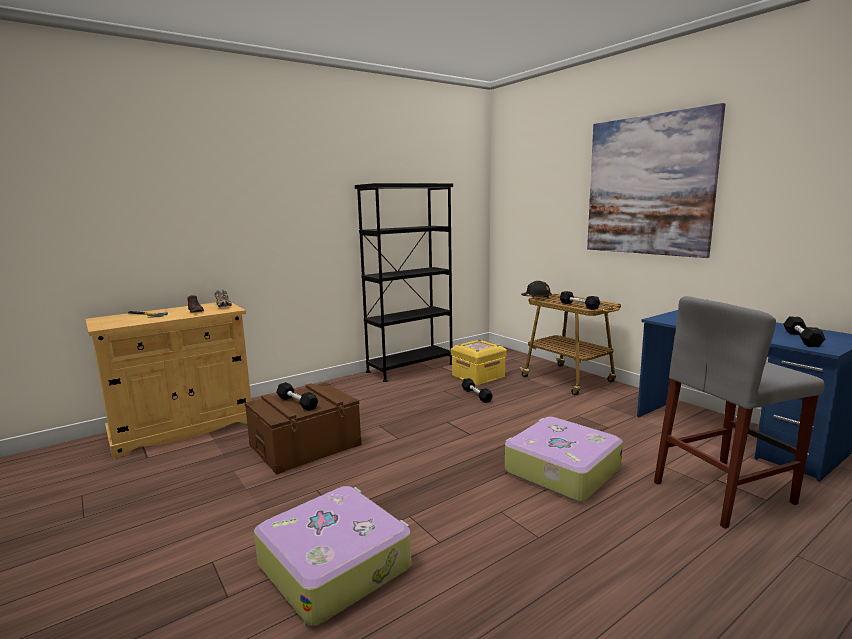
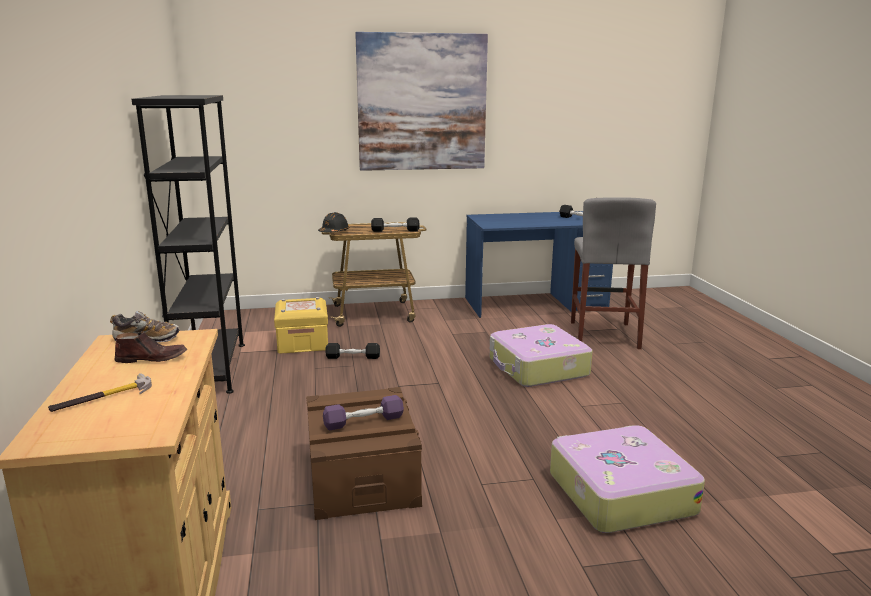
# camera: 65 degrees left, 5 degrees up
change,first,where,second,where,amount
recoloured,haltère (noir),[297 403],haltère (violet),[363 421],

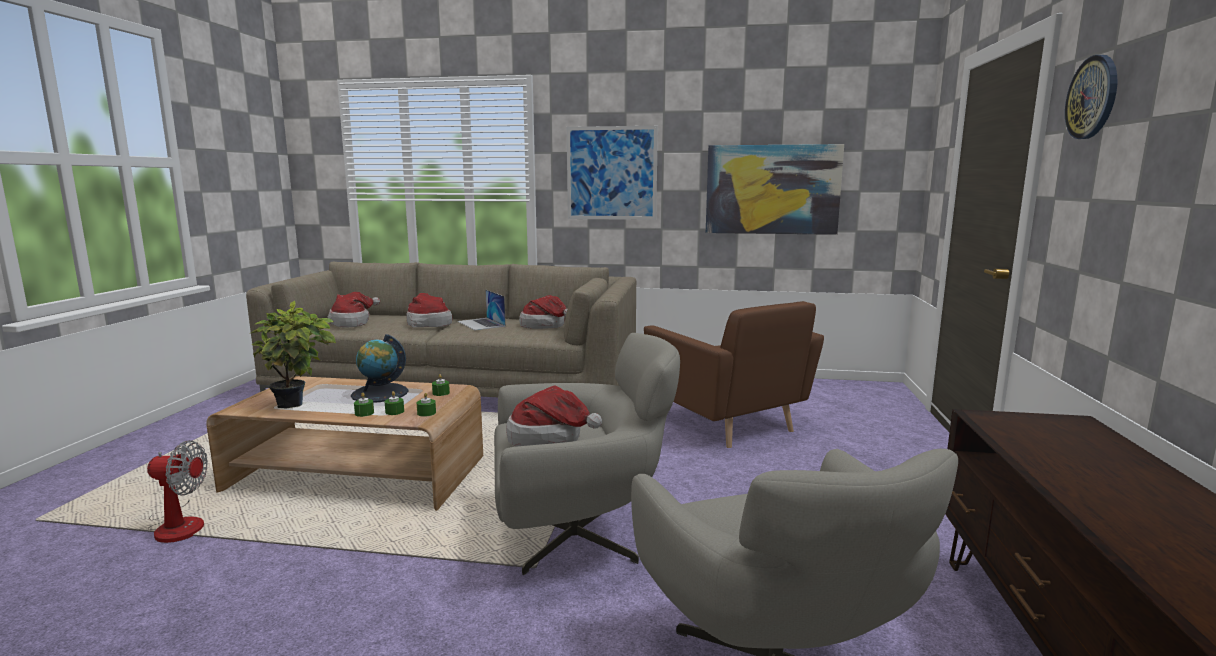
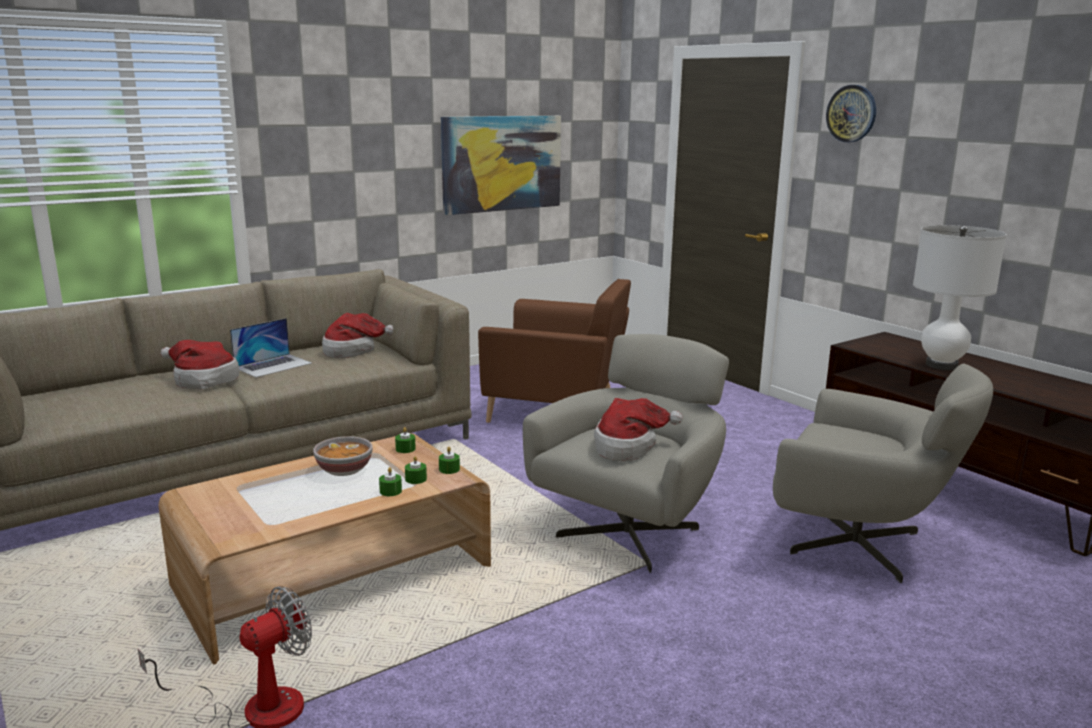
# camera: 45 degrees left, 5 degrees up
change,first,where,second,where,amount
turned,ordinateur portable,[481 324],,[273 365],60 degrees counterclockwise
replaced,globe,[380 393],bol,[344 470],
added,,,lampe de table (blanc),[941 365],
removed,plante en pot,[297 405],,,
removed,chapeau,[353 322],,,
removed,tableau,[611 173],,,

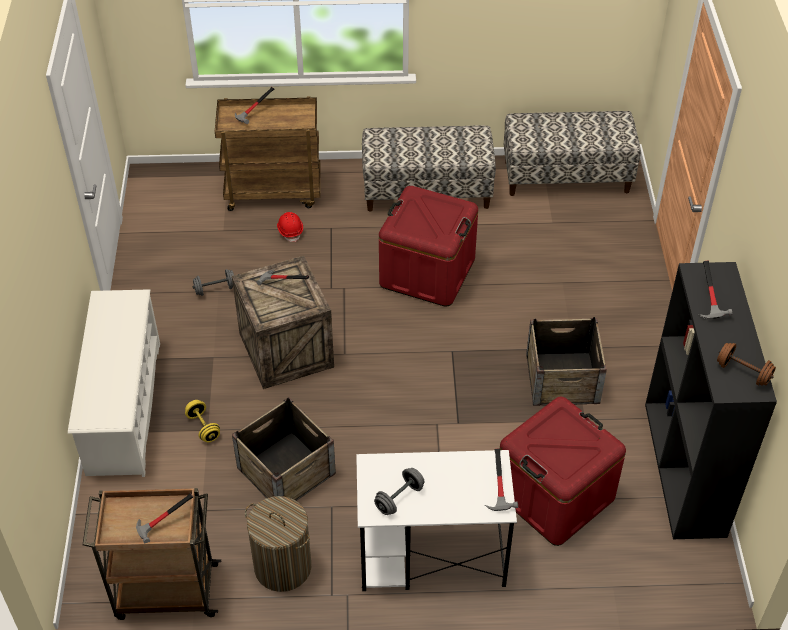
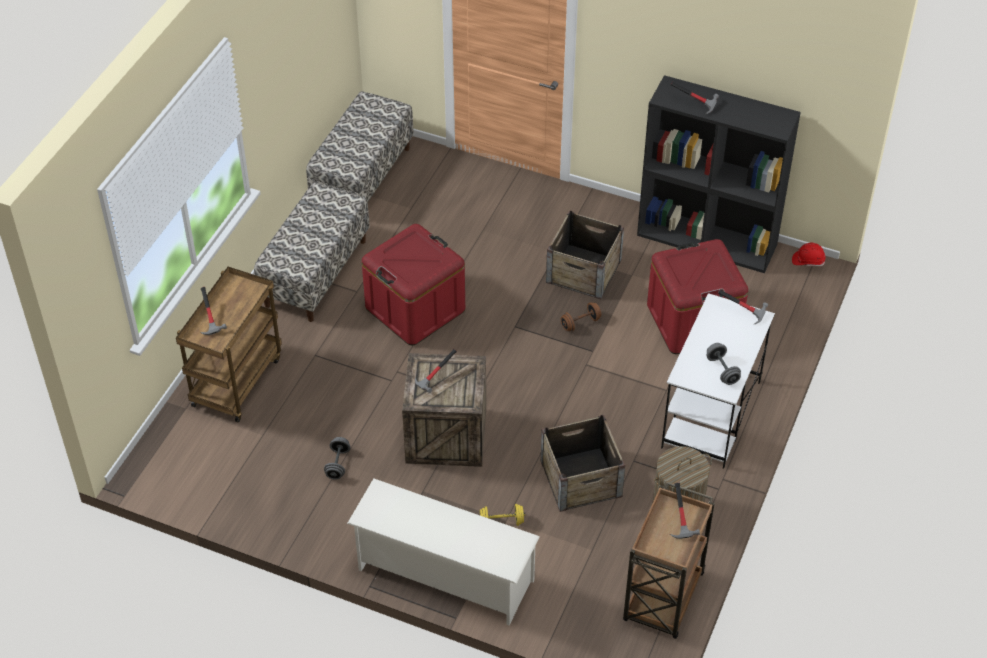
# camera: 65 degrees left, 0 degrees up
change,first,where,second,where,amount
moved,haltère (marron),[743 372],,[580 323],
moved,casque de chantier (rouge),[290 230],,[808 261],

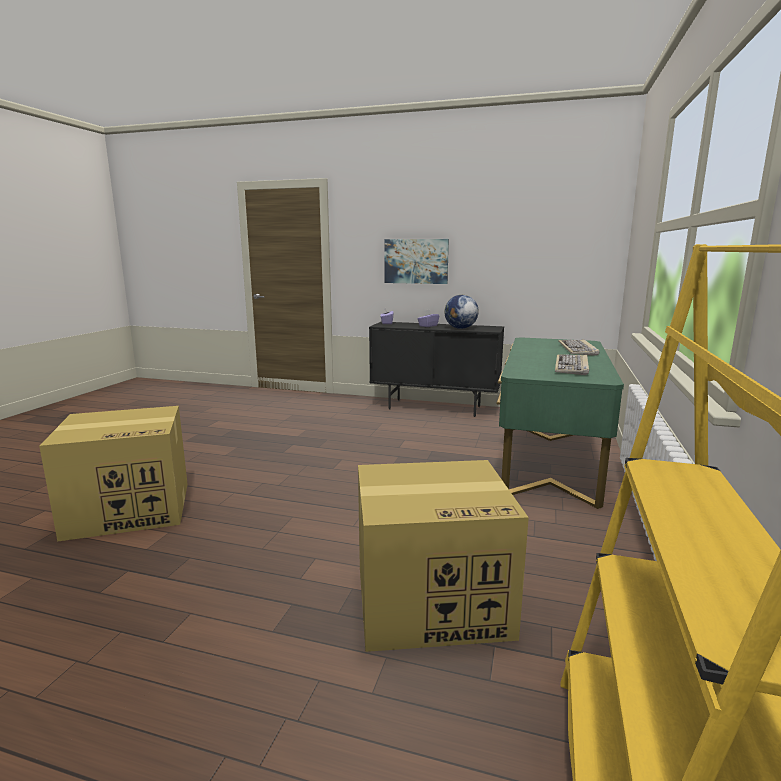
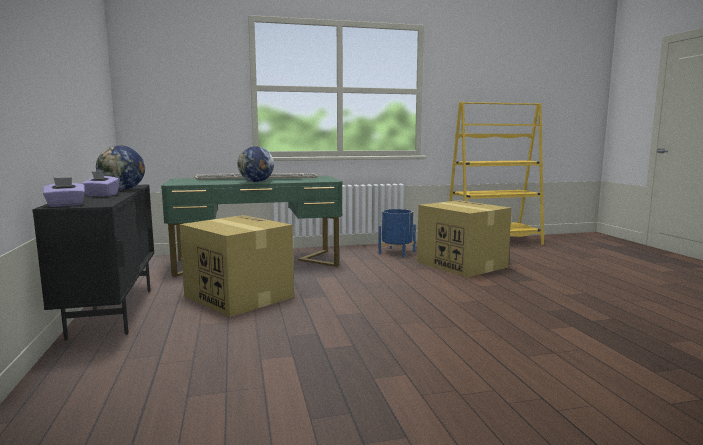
# camera: 120 degrees left, 5 degrees down
change,first,where,second,where,amount
moved,carton,[131 509],,[237 296],
added,,,globe,[256 182],
added,,,cache-pot (bleu),[396 252],
removed,tableau,[416 261],,,

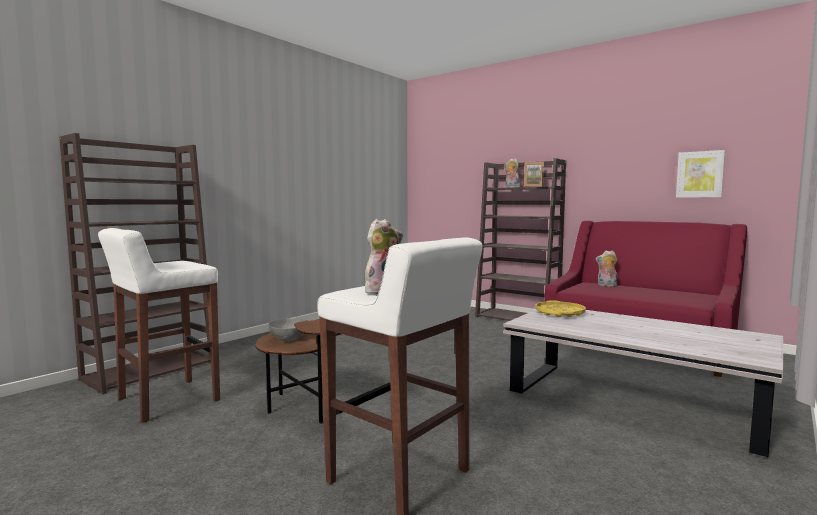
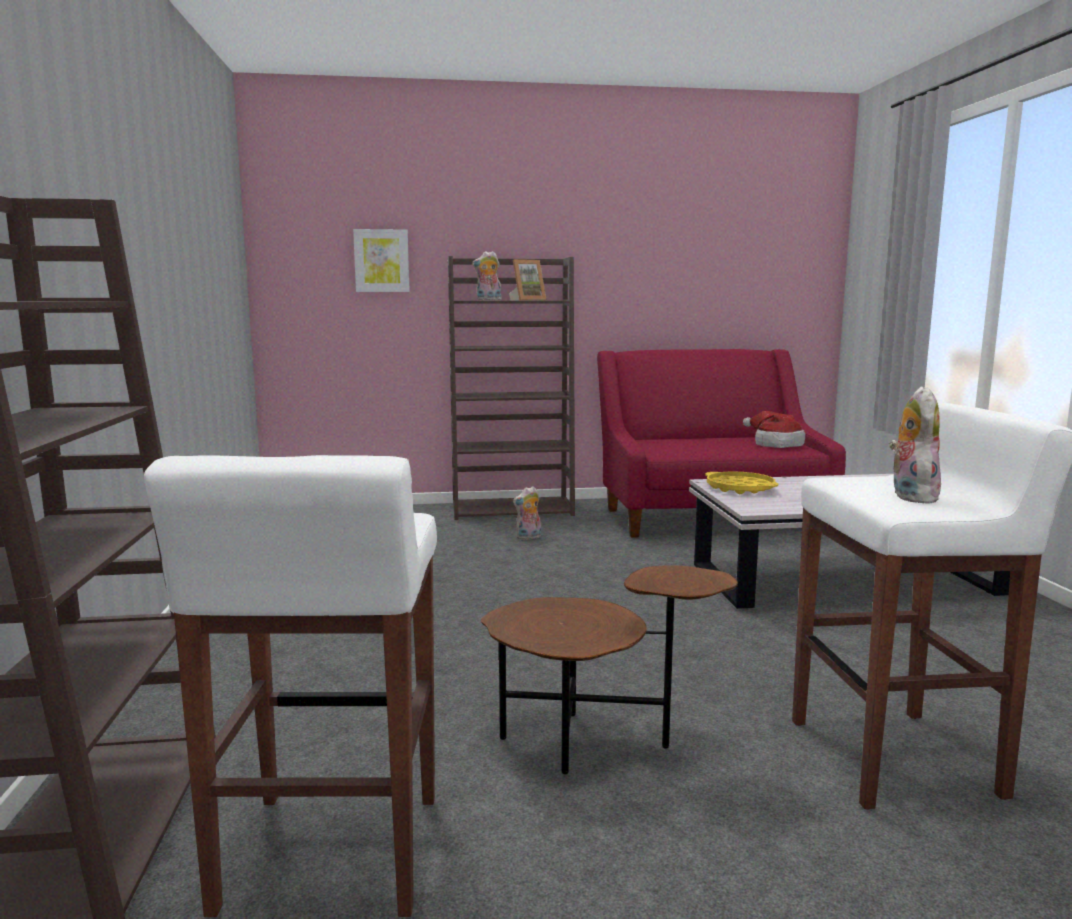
# camera: 45 degrees left, 5 degrees up
change,first,where,second,where,amount
moved,tableau,[700 174],,[381 261],
moved,peluche,[606 285],,[528 537],
added,,,chapeau,[775 444],
removed,bol (gris),[289 339],,,

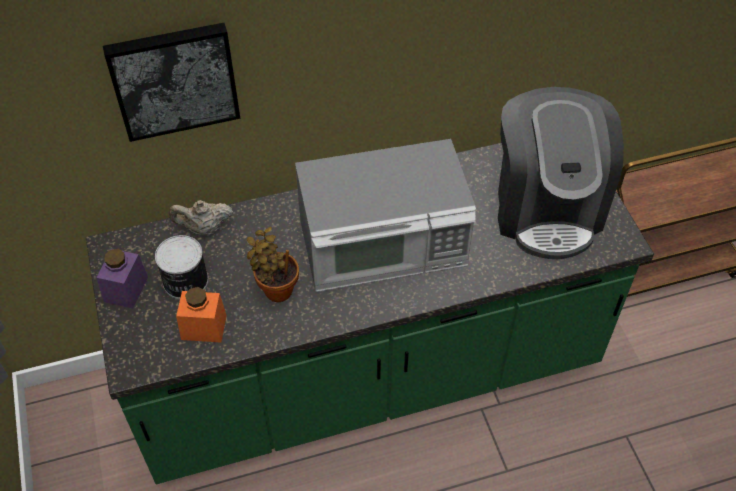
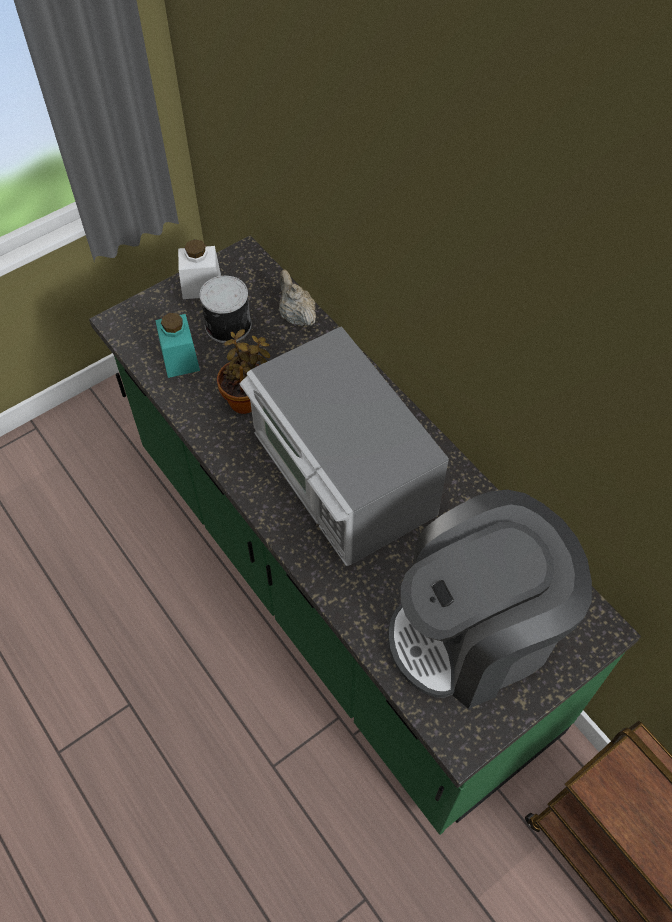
# camera: 70 degrees right, 5 degrees up
change,first,where,second,where,amount
recoloured,bocal (orange),[204 327],bocal (turquoise),[180 358],
recoloured,bocal (violet),[126 289],bocal (blanc),[201 286],
removed,tableau,[174 79],,,

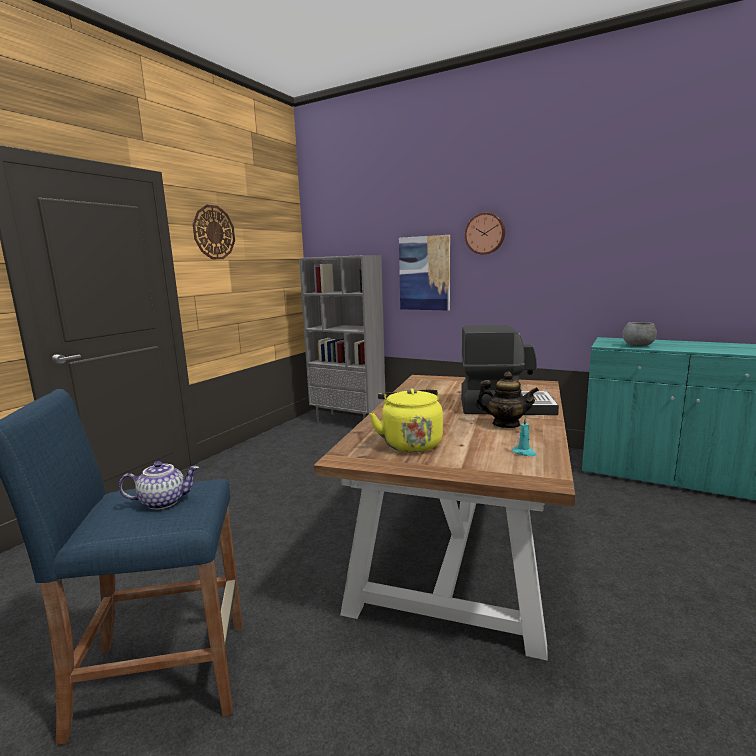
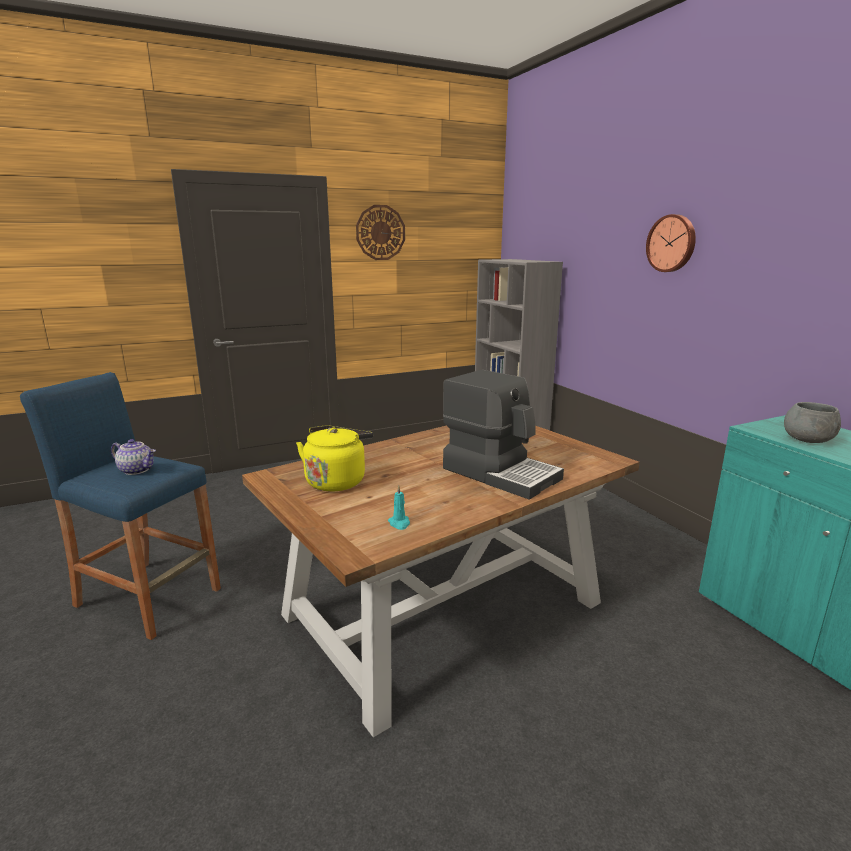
# camera: 35 degrees right, 5 degrees up
change,first,where,second,where,amount
removed,tableau,[424 273],,,
removed,théière,[506 424],,,

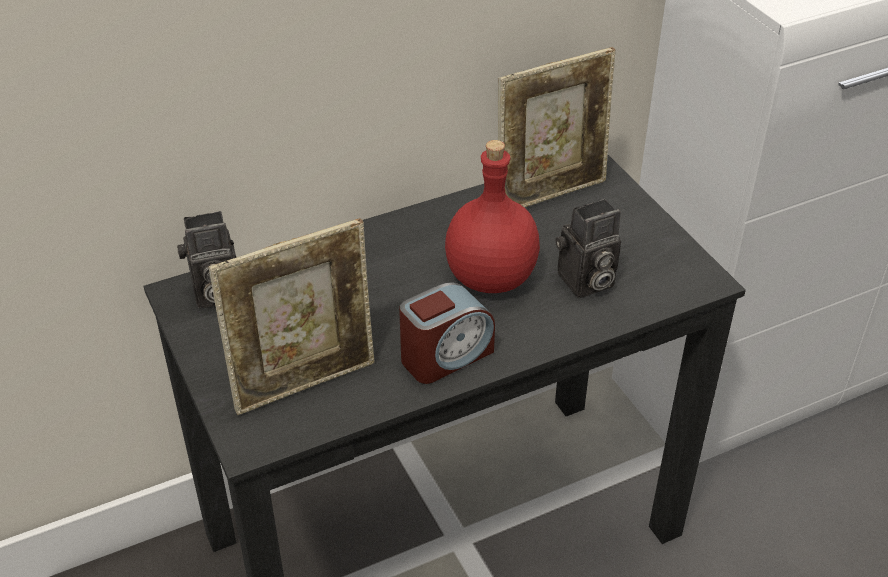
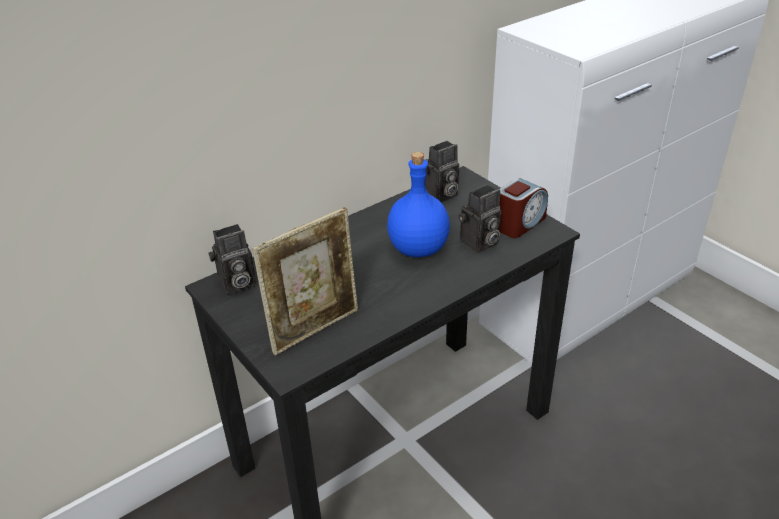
# camera: 10 degrees left, 5 degrees down
change,first,where,second,where,amount
recoloured,bouteille (rouge),[489 277],bouteille (bleu),[417 248],
replaced,cadre photo,[550 194],appareil photo,[440 195],
moved,réveil,[446 356],,[519 224],

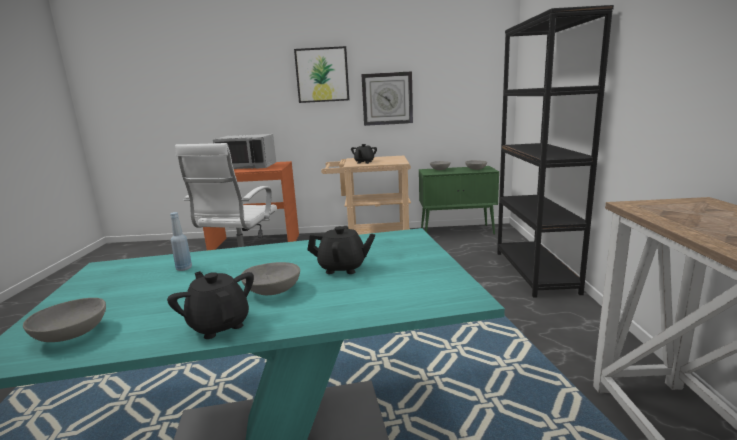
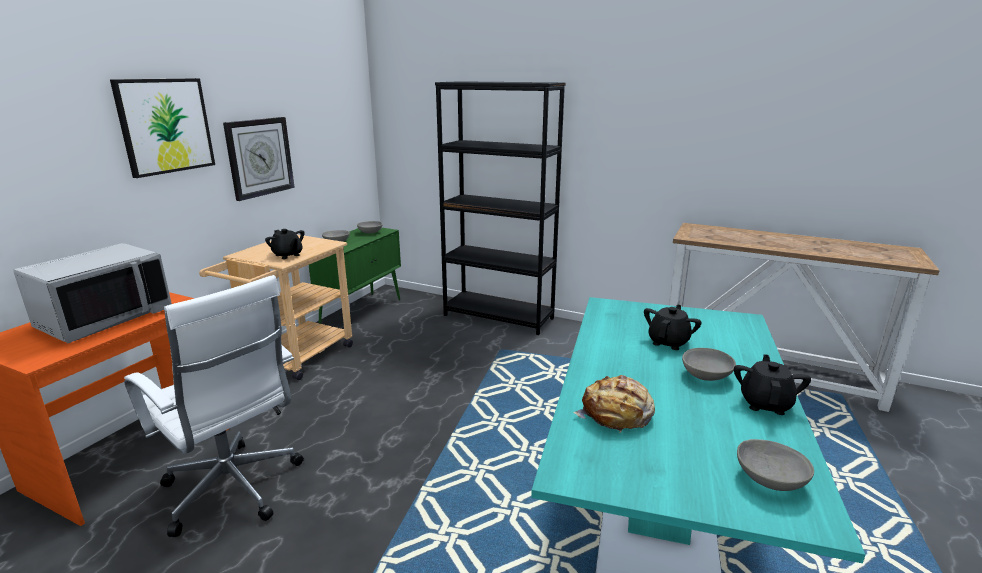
# camera: 65 degrees left, 5 degrees up
change,first,where,second,where,amount
replaced,bouteille (bleu),[184 268],pain,[616 414],
turned,théière (noir),[219 325],,[765 403],120 degrees clockwise

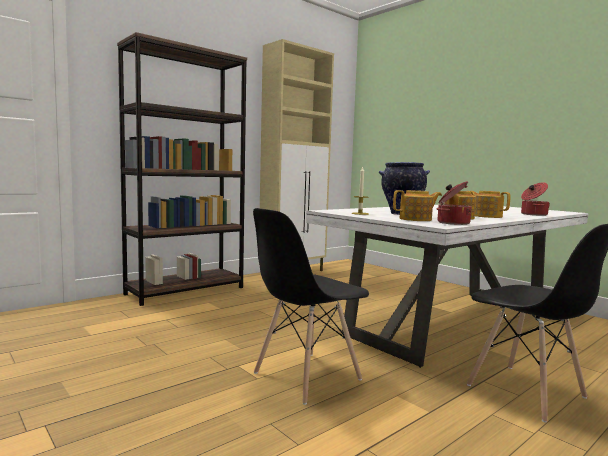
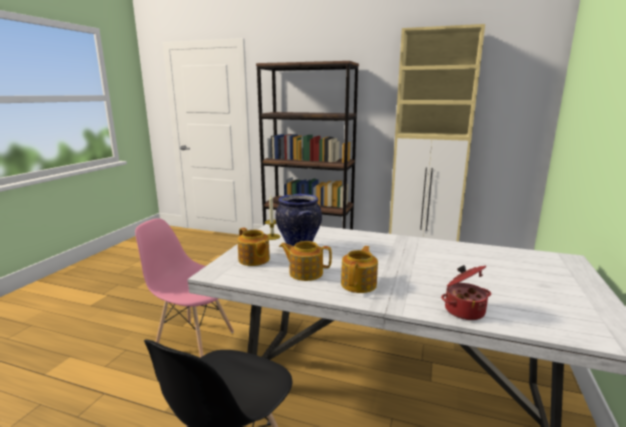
# camera: 60 degrees right, 10 degrees up
change,first,where,second,where,amount
recoloured,chaise (noir),[306 377],chaise (rose),[194 341],
removed,marmite,[452 223],,,

